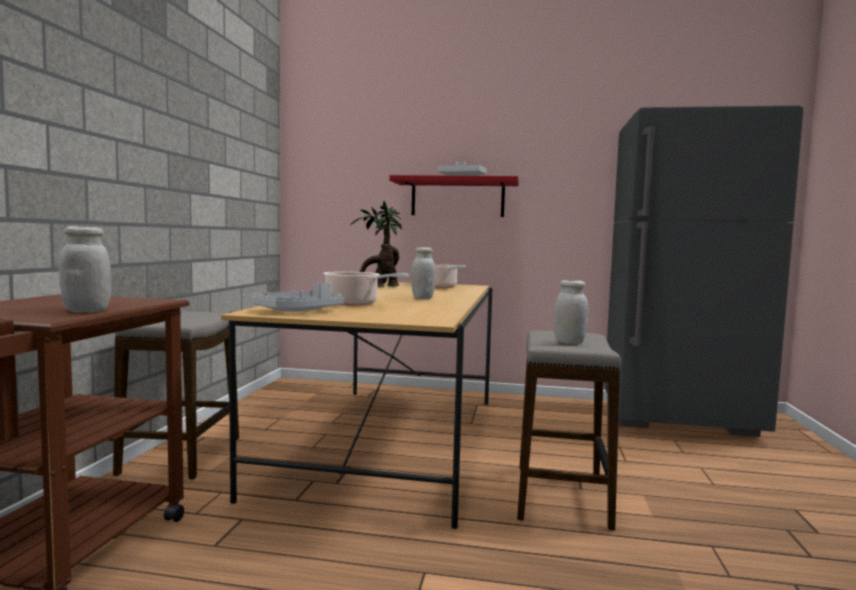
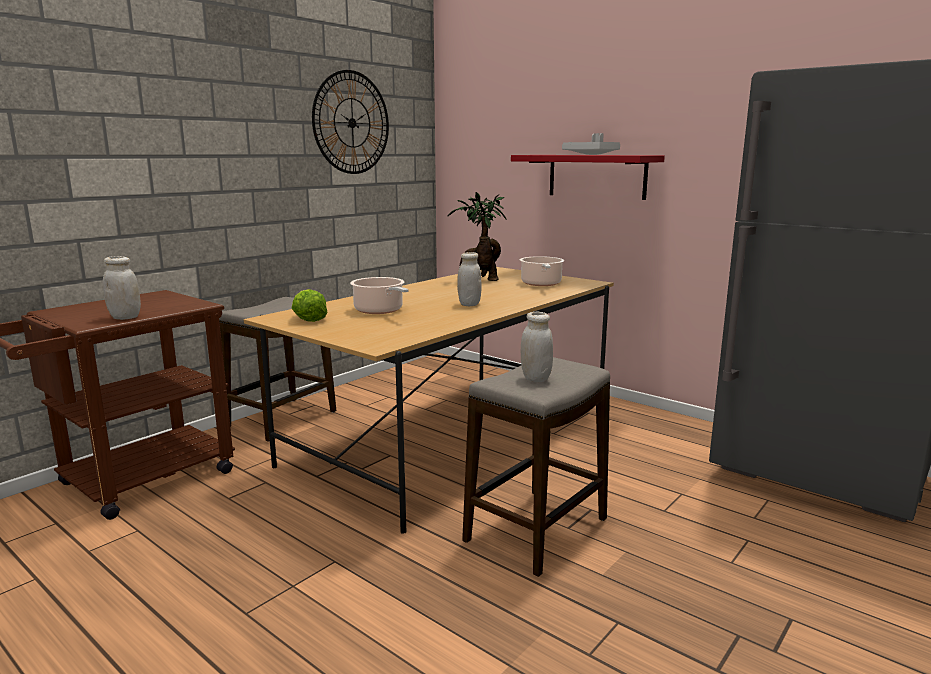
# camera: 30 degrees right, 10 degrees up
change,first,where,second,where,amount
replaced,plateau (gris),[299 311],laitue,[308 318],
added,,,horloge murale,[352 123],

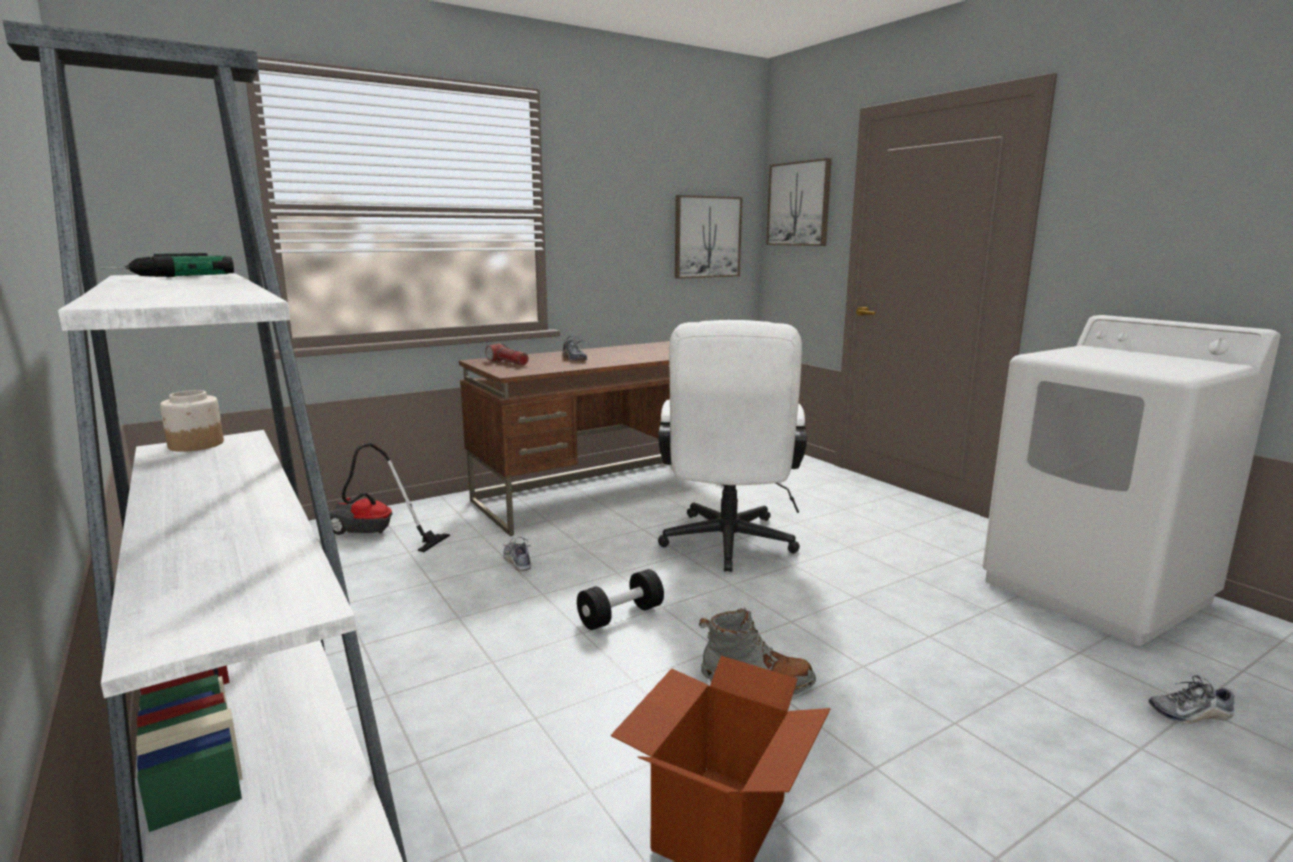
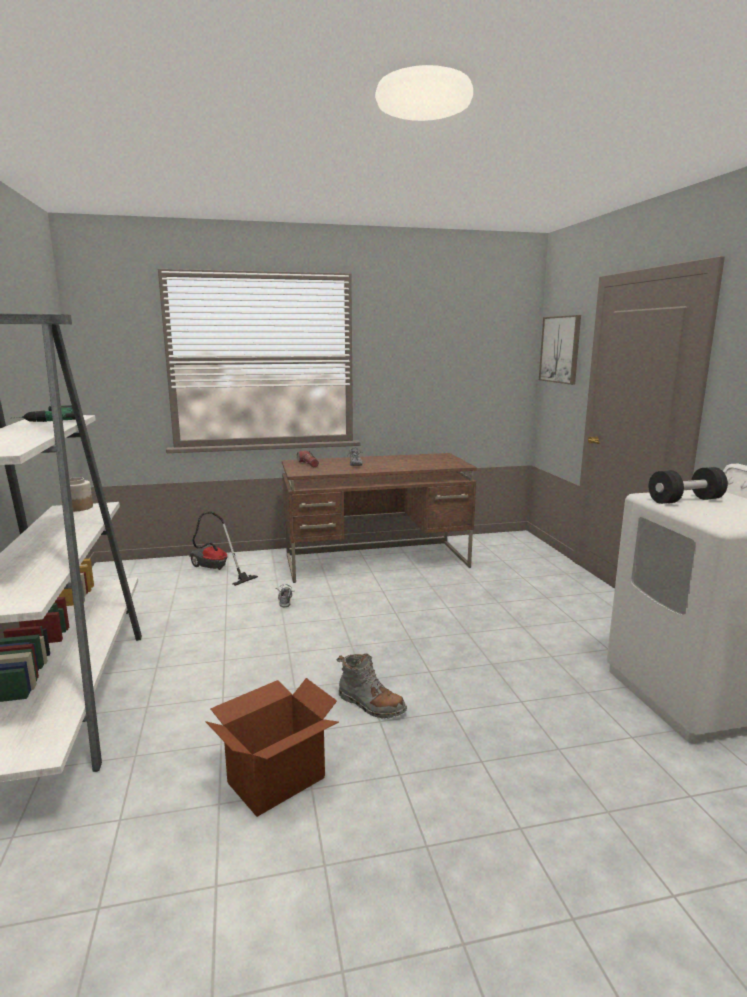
# camera: 20 degrees right, 0 degrees up
change,first,where,second,where,amount
moved,haltère (noir),[620 616],,[685 500],
removed,chaise de bureau (blanc),[727 546],,,
removed,tableau,[707 237],,,
removed,chaussure,[1190 714],,,

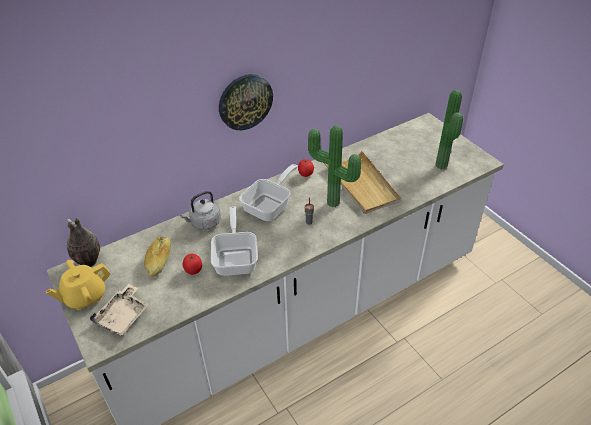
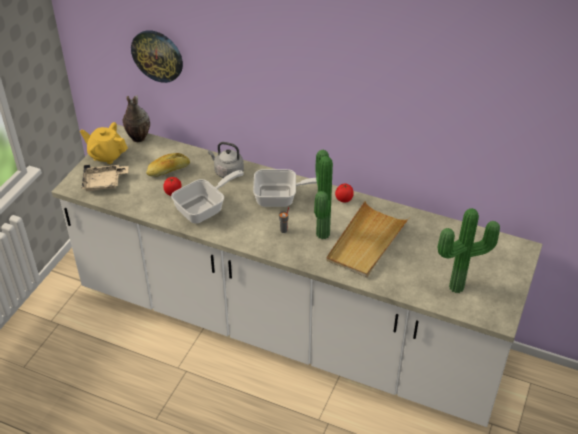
# camera: 55 degrees right, 0 degrees up
change,first,where,second,where,amount
moved,horloge murale,[245 101],,[157 55],

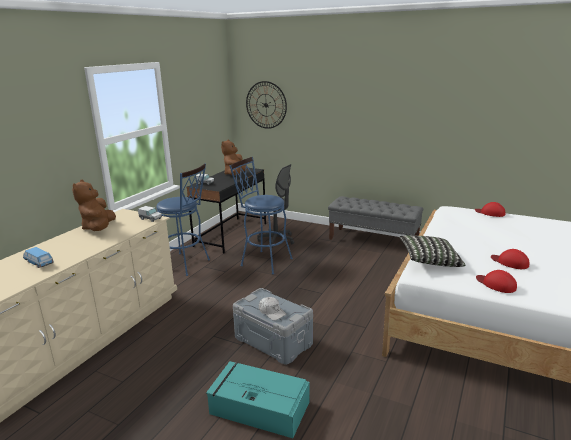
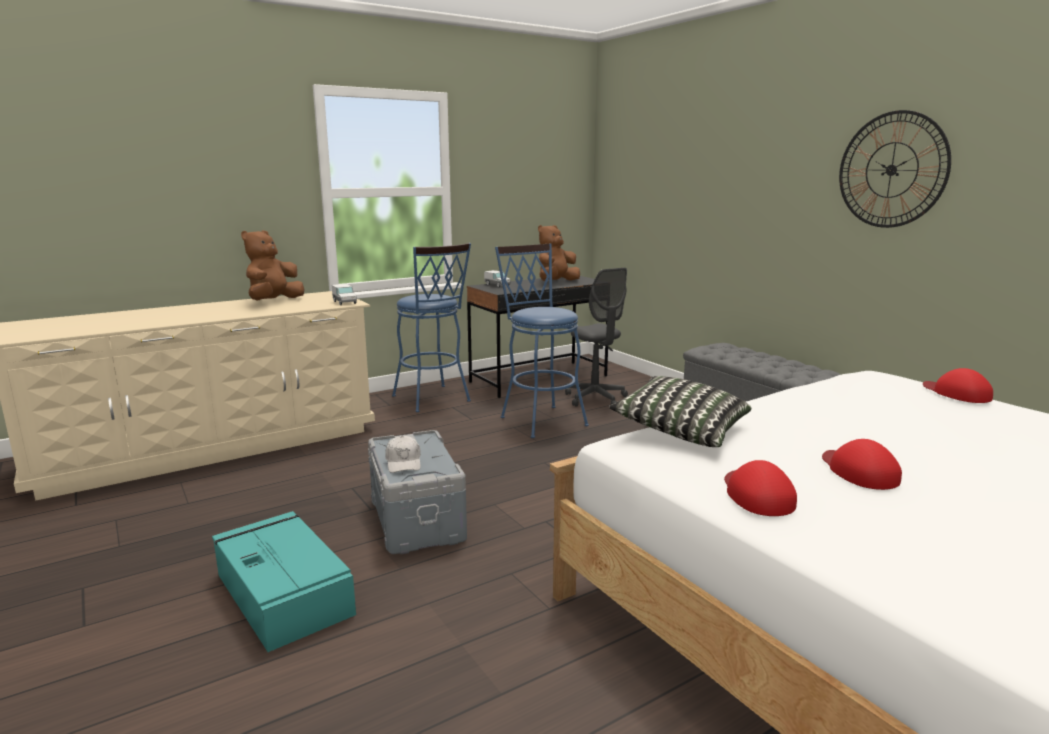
# camera: 30 degrees right, 5 degrees down
change,first,where,second,where,amount
moved,horloge murale,[266 105],,[891 170],
removed,petite voiture,[39 263],,,

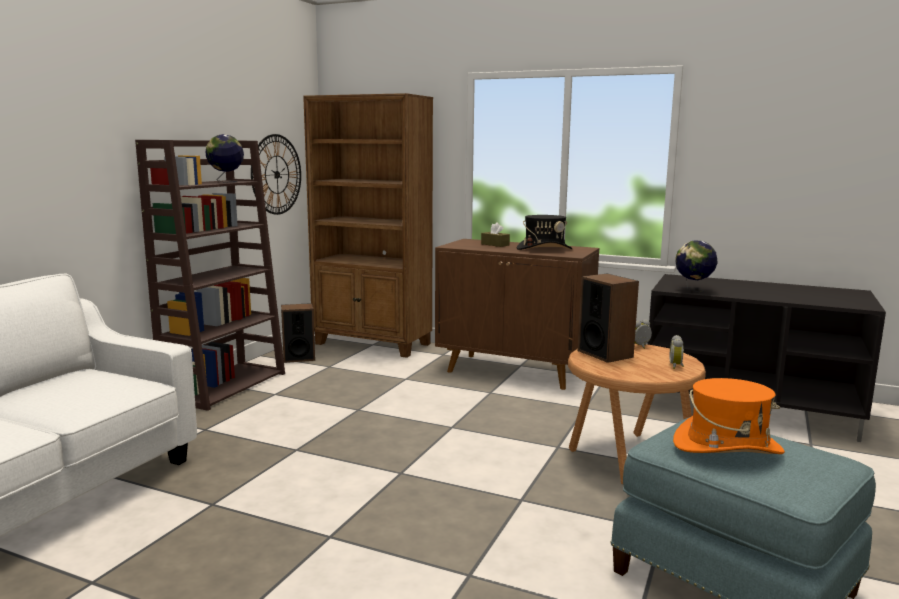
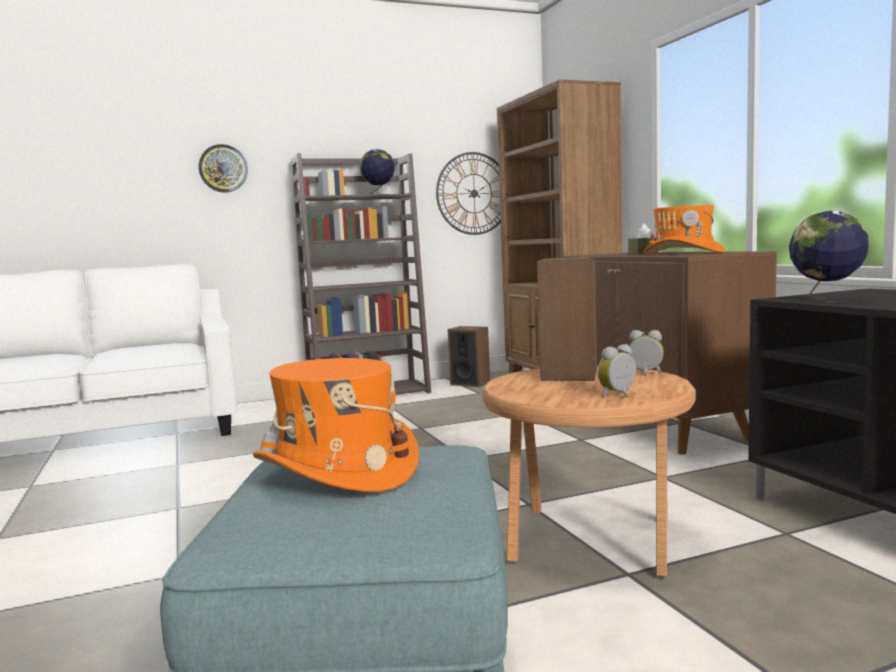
# camera: 45 degrees right, 5 degrees down
change,first,where,second,where,amount
added,,,horloge murale,[223 168],
recoloured,chapeau (noir),[544 249],chapeau (orange),[683 253],

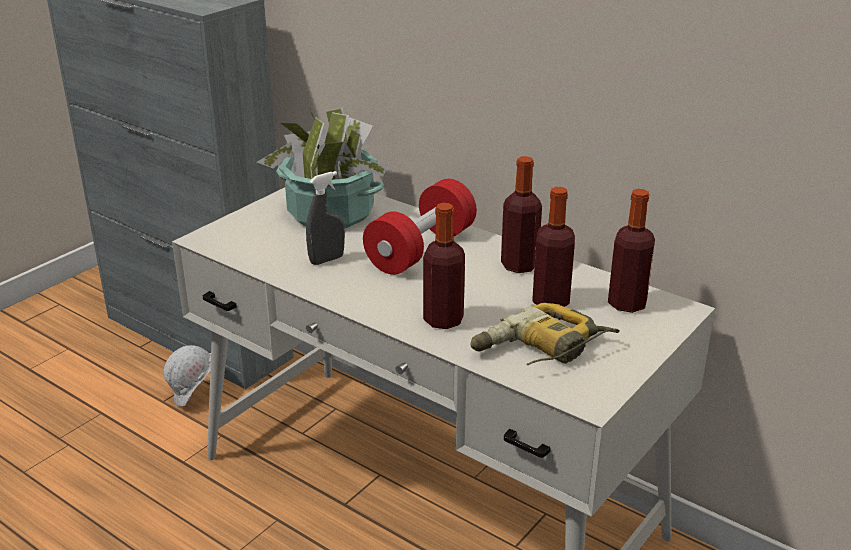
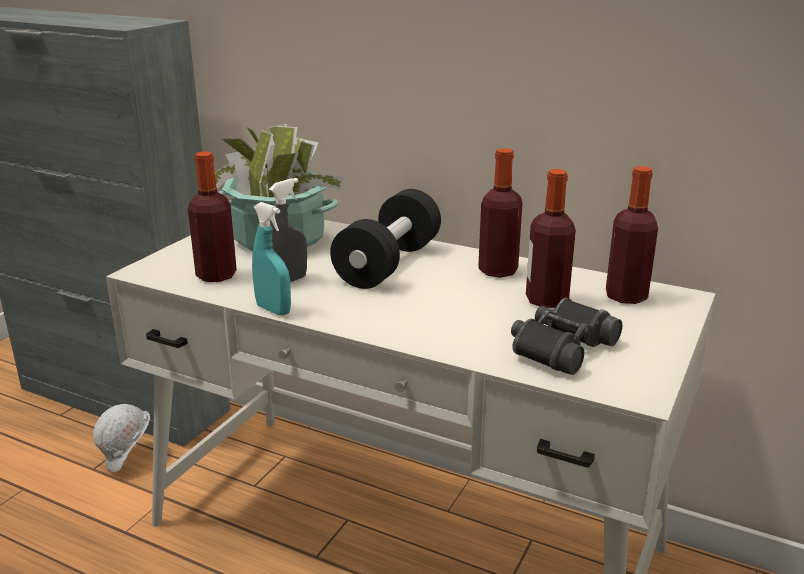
# camera: 10 degrees left, 5 degrees down
change,first,where,second,where,amount
moved,bouteille,[443 320],,[216 275],
added,,,vaporisateur (turquoise),[273 310],
recoloured,haltère (rouge),[421 250],haltère (noir),[388 264],
replaced,perceuse,[541 350],jumelles (noir),[560 347],

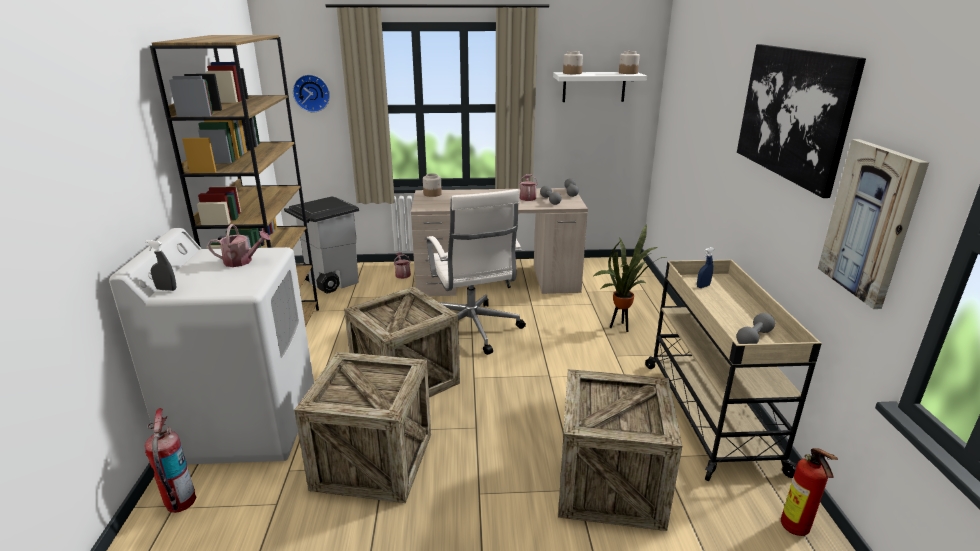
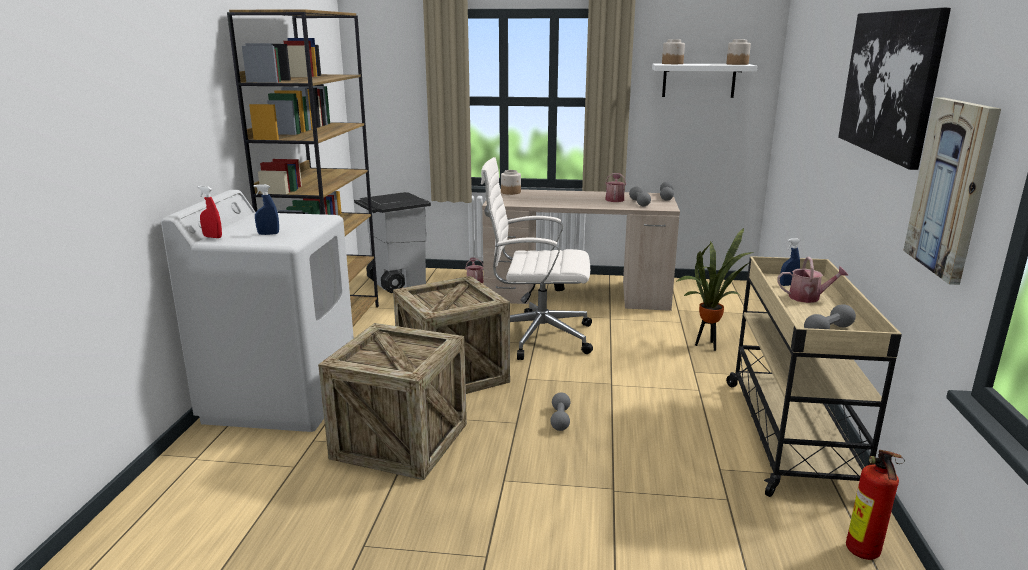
# camera: 10 degrees right, 5 degrees down
change,first,where,second,where,amount
recoloured,vaporisateur (gris),[166 289],vaporisateur (rouge),[212 237],
added,,,vaporisateur (bleu),[268 234],
turned,chaise de bureau (blanc),[472 330],,[537 336],105 degrees clockwise
added,,,haltère (gris),[560 419],
moved,arrosoir,[242 261],,[808 297],
removed,extincteur,[180 502],,,
removed,horloge murale,[312 93],,,
removed,caisse,[610 484],,,

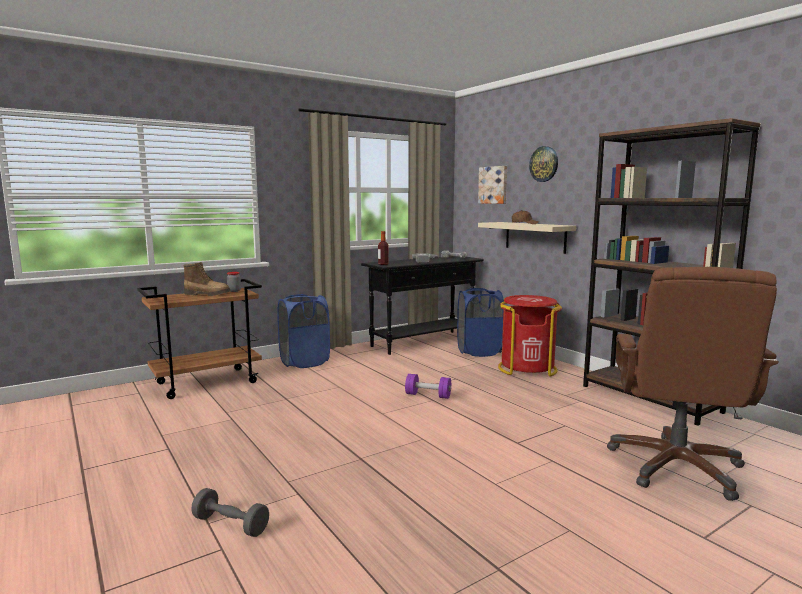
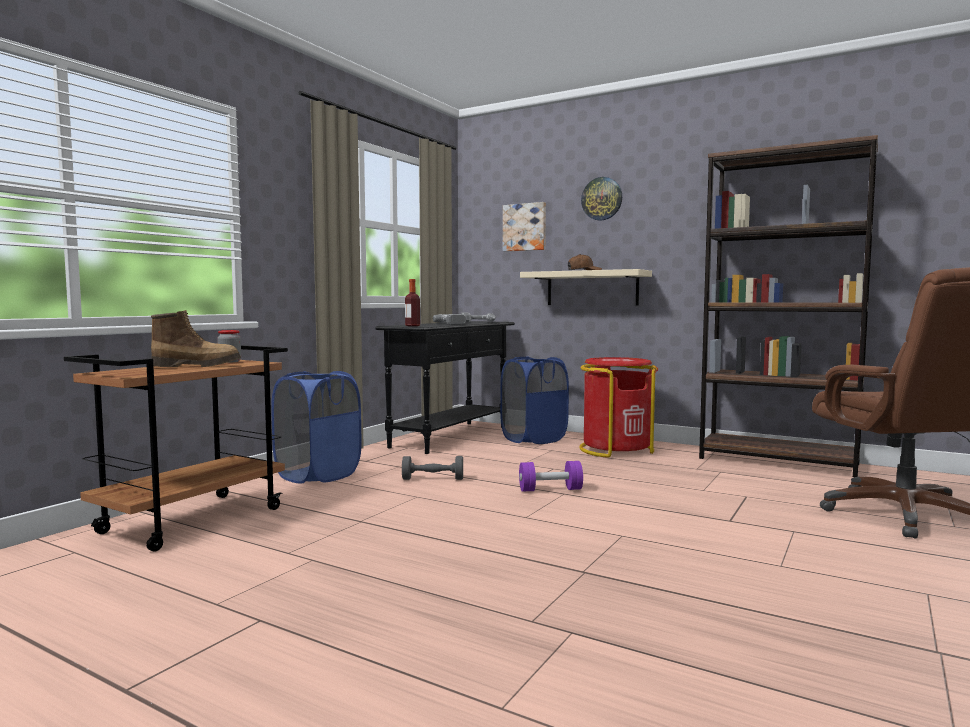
# camera: 25 degrees left, 5 degrees down
change,first,where,second,where,amount
moved,haltère (gris),[231 524],,[433 479],

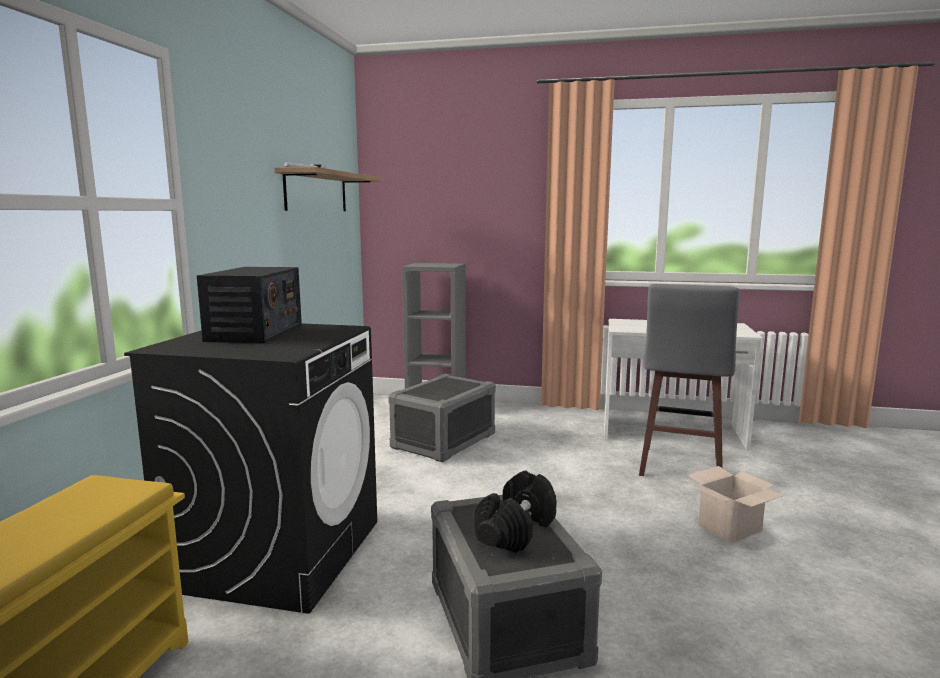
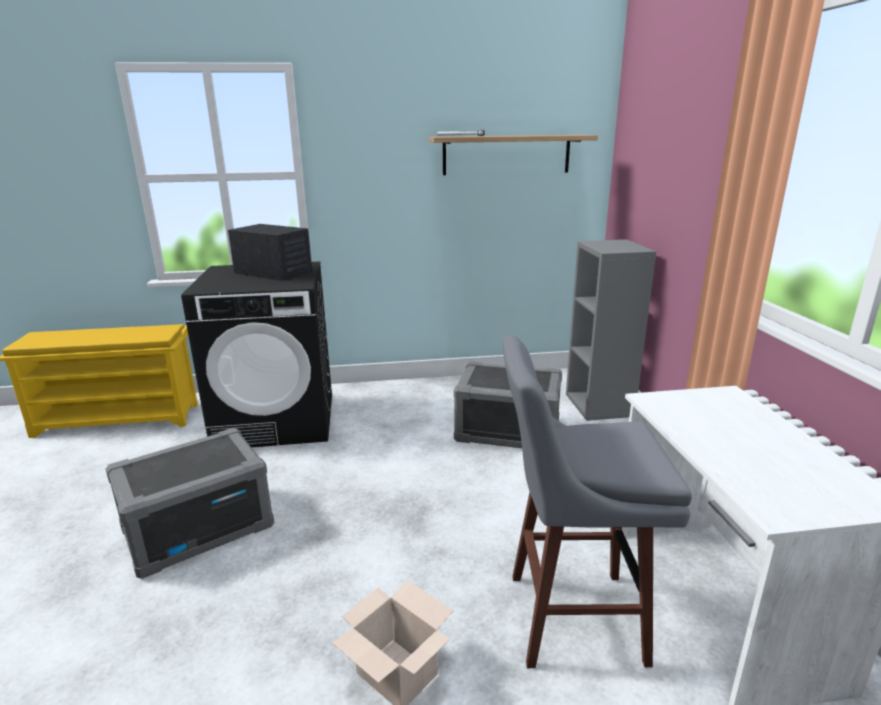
# camera: 70 degrees right, 10 degrees up
change,first,where,second,where,amount
turned,radio,[255 333],,[273 272],135 degrees counterclockwise
removed,haltère (noir),[516 531],,,

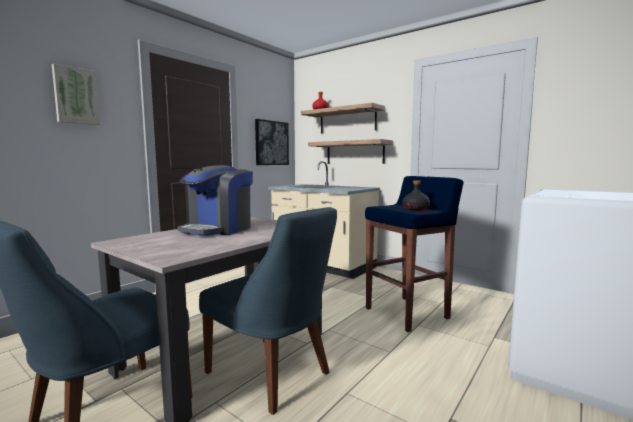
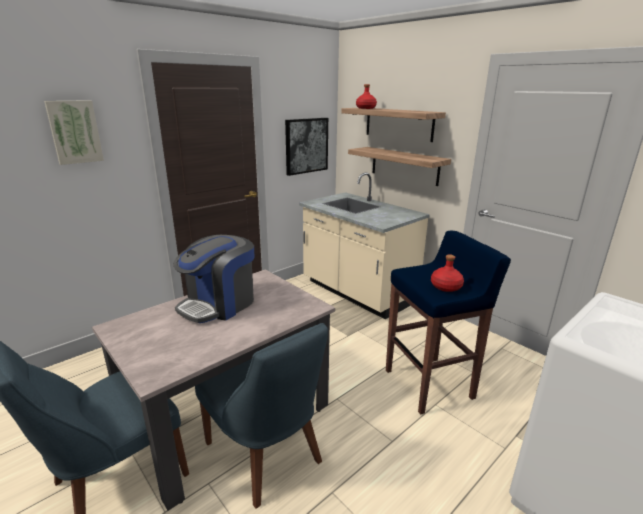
# camera: 10 degrees right, 15 degrees up
change,first,where,second,where,amount
recoloured,bouteille (noir),[415 209],bouteille (rouge),[445 287],

